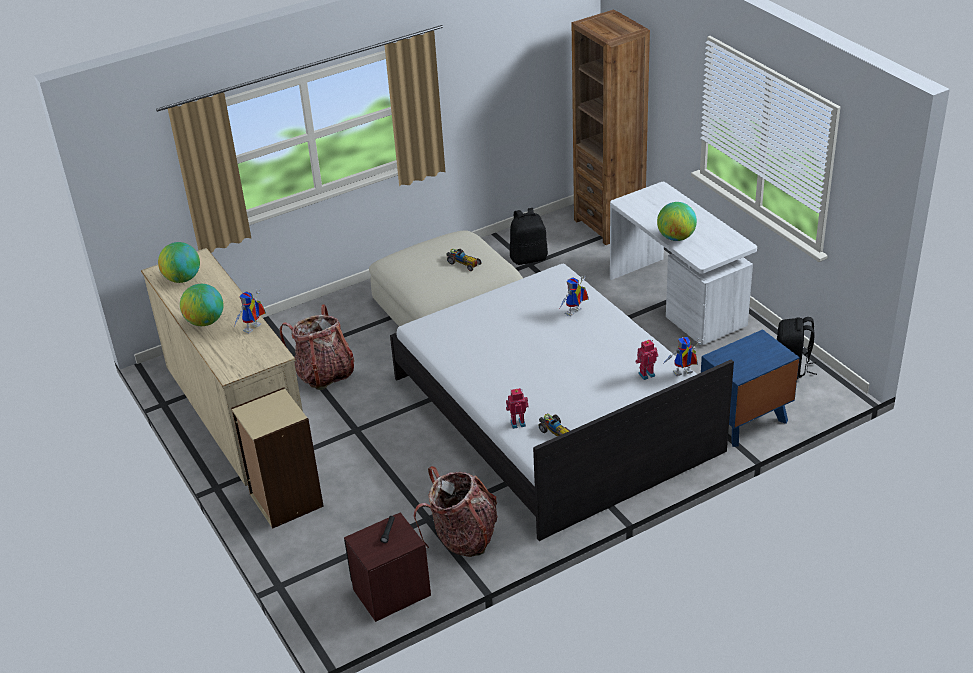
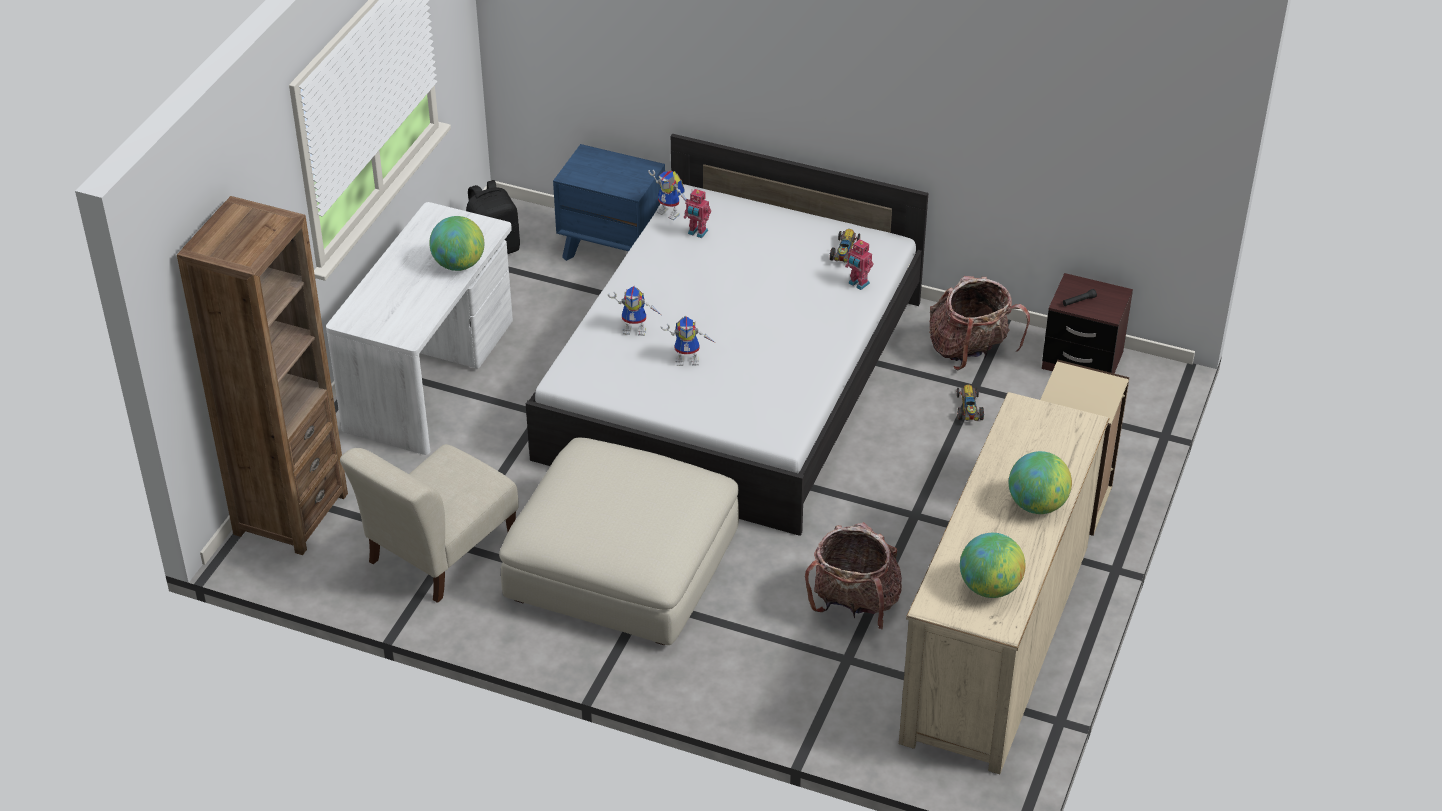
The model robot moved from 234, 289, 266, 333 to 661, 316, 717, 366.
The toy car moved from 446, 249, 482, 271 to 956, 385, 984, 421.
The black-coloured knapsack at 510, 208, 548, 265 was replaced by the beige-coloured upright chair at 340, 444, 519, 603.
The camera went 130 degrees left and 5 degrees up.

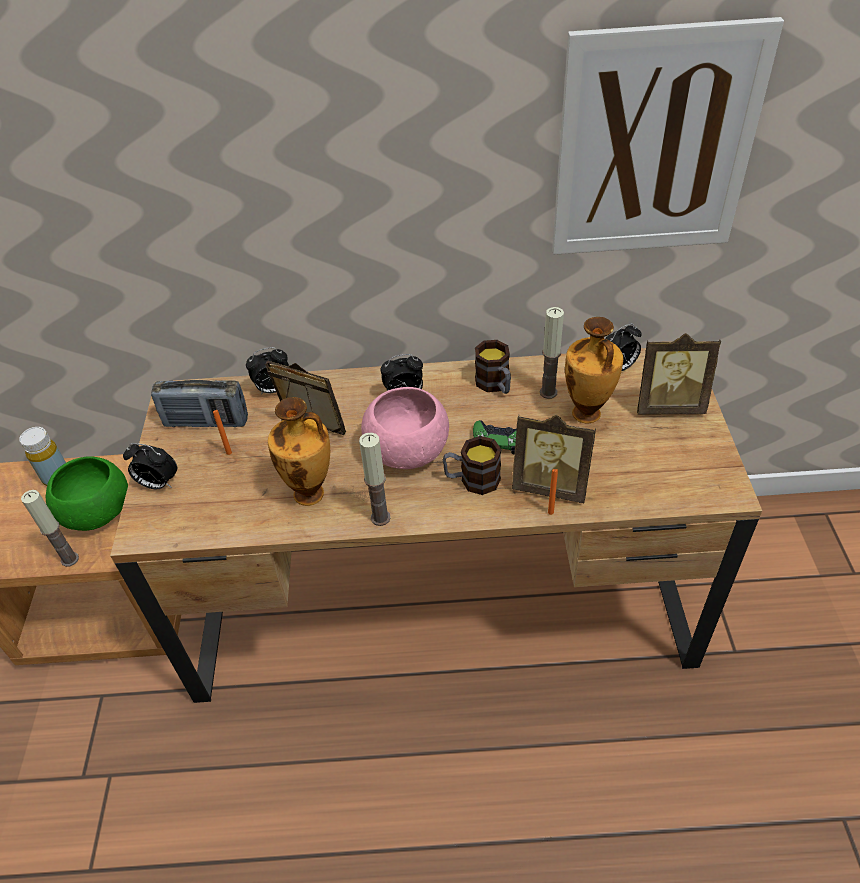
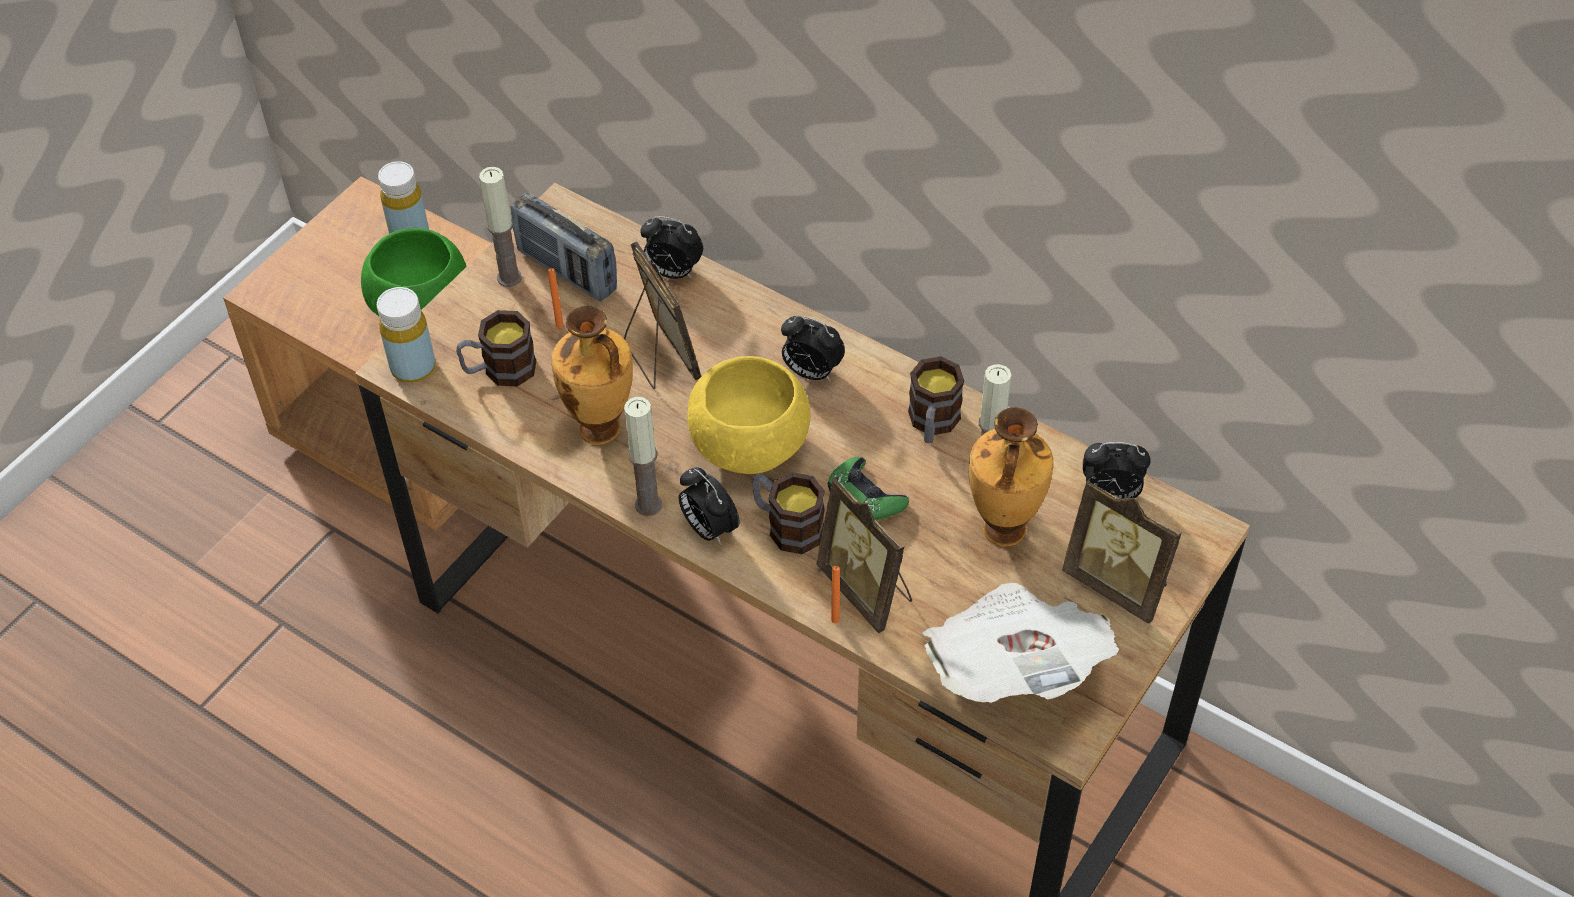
The picture at 552, 17, 784, 255 disappeared.
The yellowish bottle at 377, 287, 436, 383 appeared.
The tea mug at 456, 310, 537, 386 appeared.
The printed paper at 923, 583, 1119, 703 appeared.
The wax light moved from 21, 490, 79, 567 to 479, 167, 522, 287.
The table clock moved from 123, 443, 177, 489 to 679, 468, 740, 545.
The pink serving bowl at 361, 387, 449, 469 became the yellowish serving bowl at 687, 356, 811, 474.
The camera went 35 degrees right and 5 degrees up.

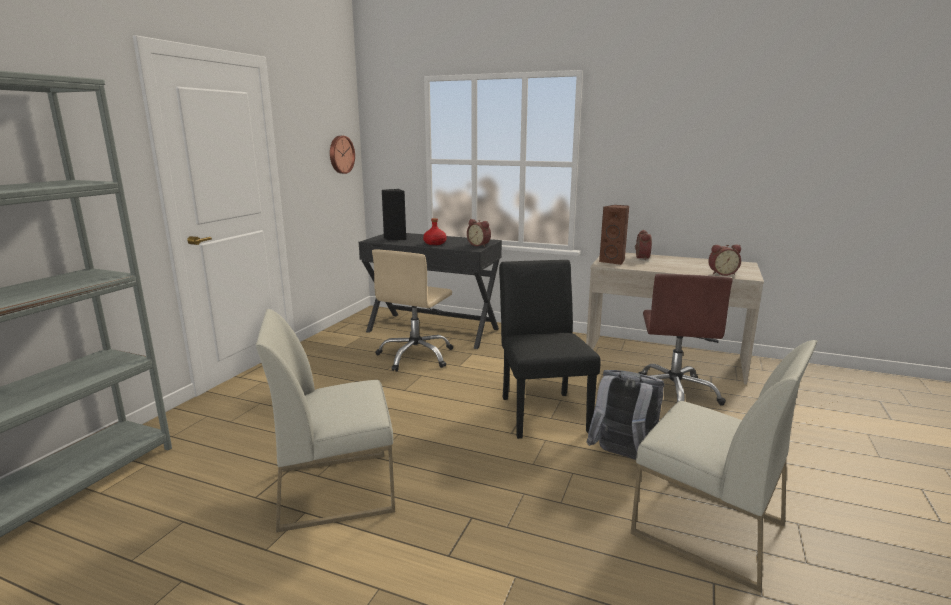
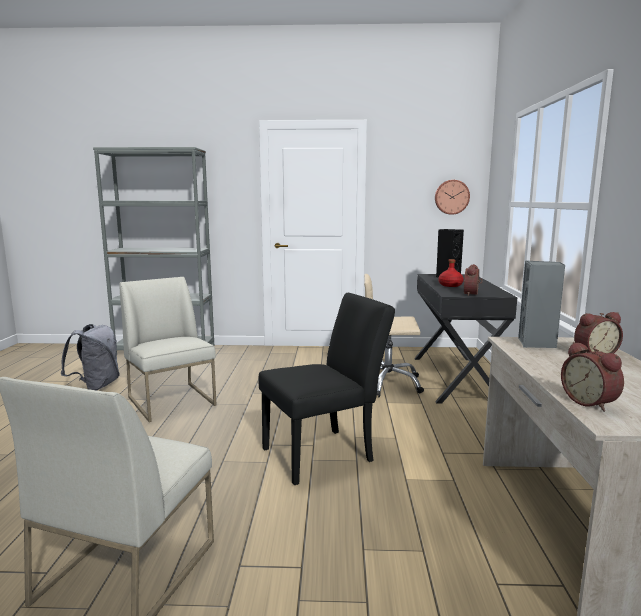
The brown desk chair at 638, 274, 733, 406 disappeared.
The gray knapsack moved from 586, 370, 665, 460 to 61, 324, 120, 391.
The brown audio speaker at 599, 205, 629, 265 became the gray audio speaker at 518, 260, 565, 348.
The camera went 70 degrees right and 5 degrees down.

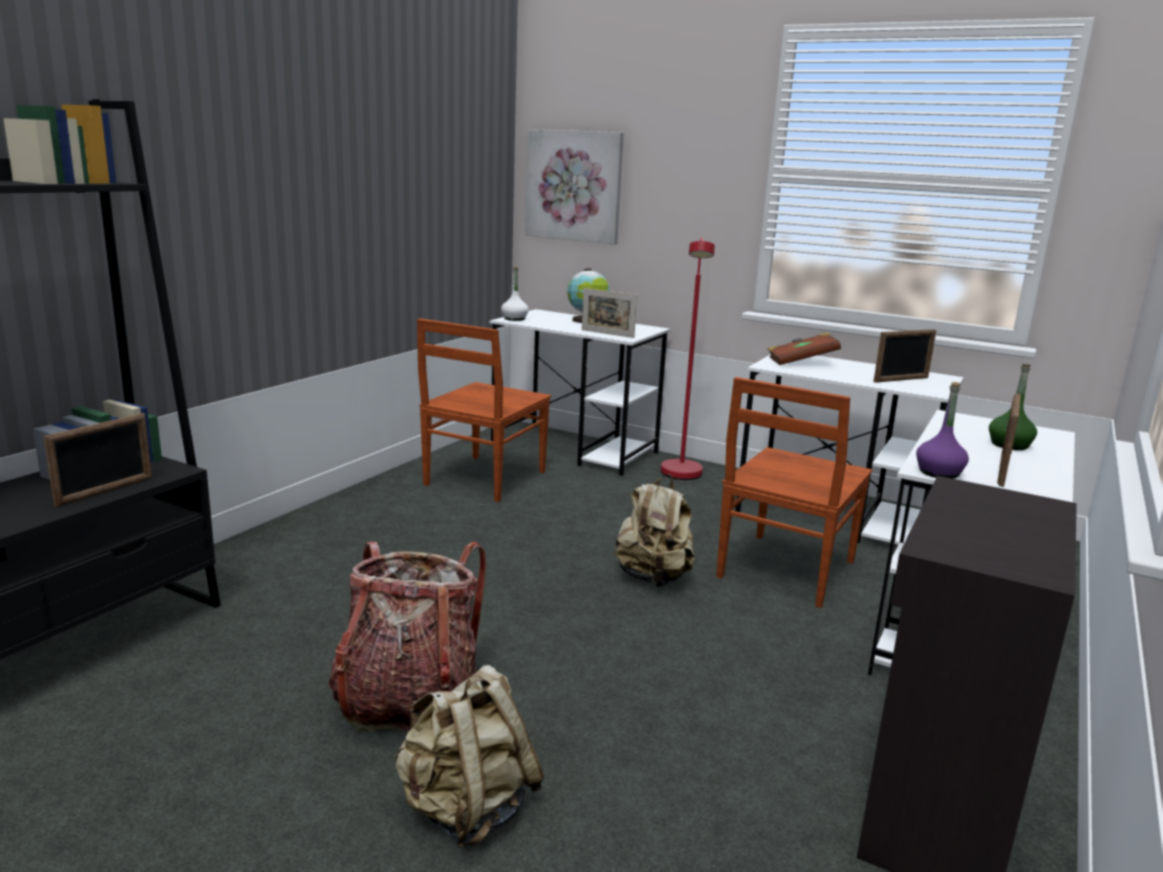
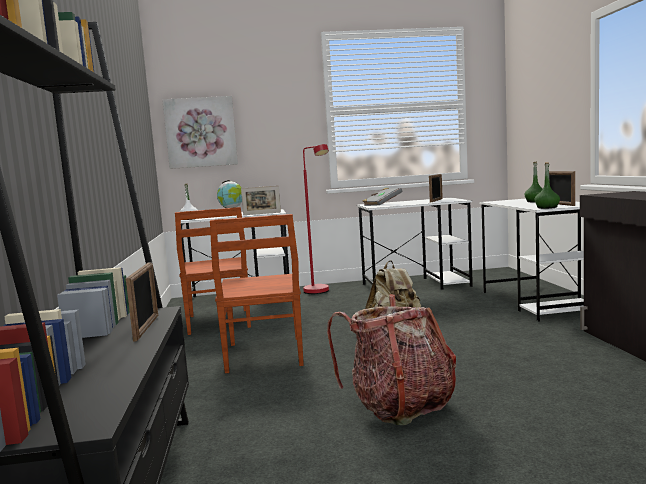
The beige-coloured knapsack at 394, 665, 544, 848 disappeared.
The brown upright chair moved from 716, 377, 872, 608 to 210, 214, 304, 373.
The brown bound book at 768, 332, 841, 365 became the gray bound book at 363, 188, 402, 206.
The purplish bottle at 916, 382, 969, 479 became the greenish bottle at 534, 162, 560, 209.
The camera went 35 degrees left and 10 degrees down.

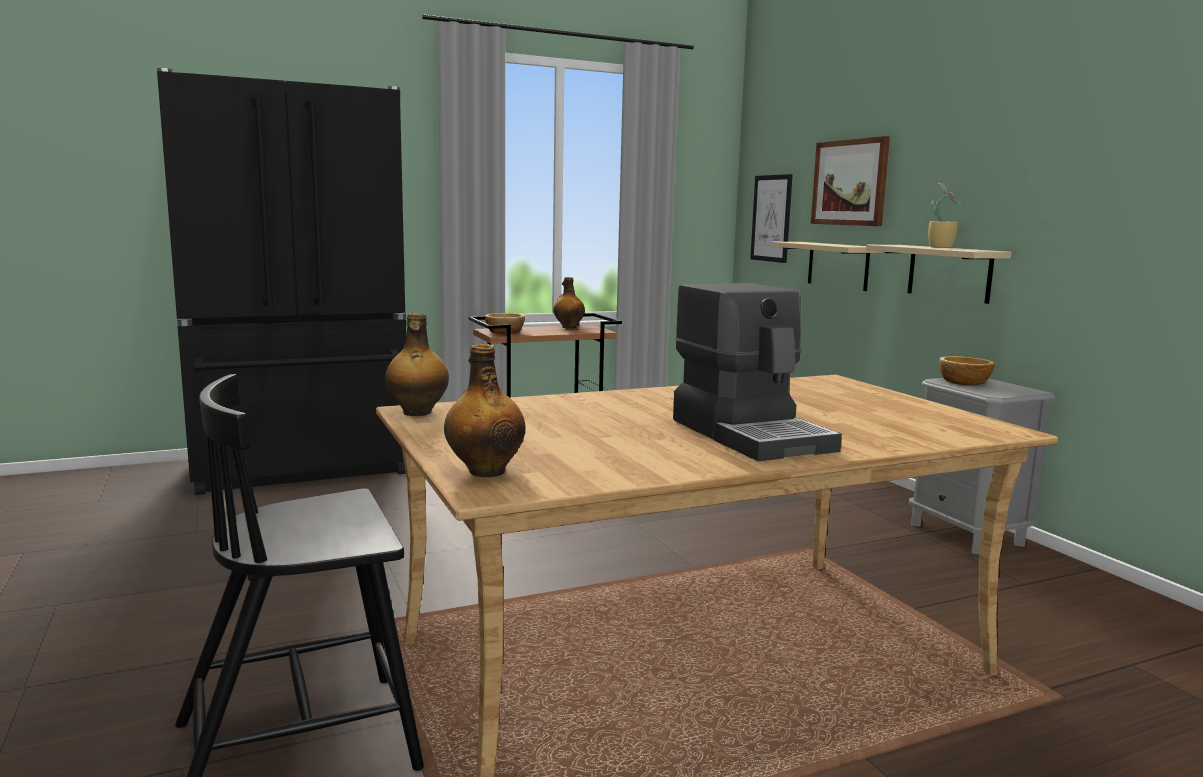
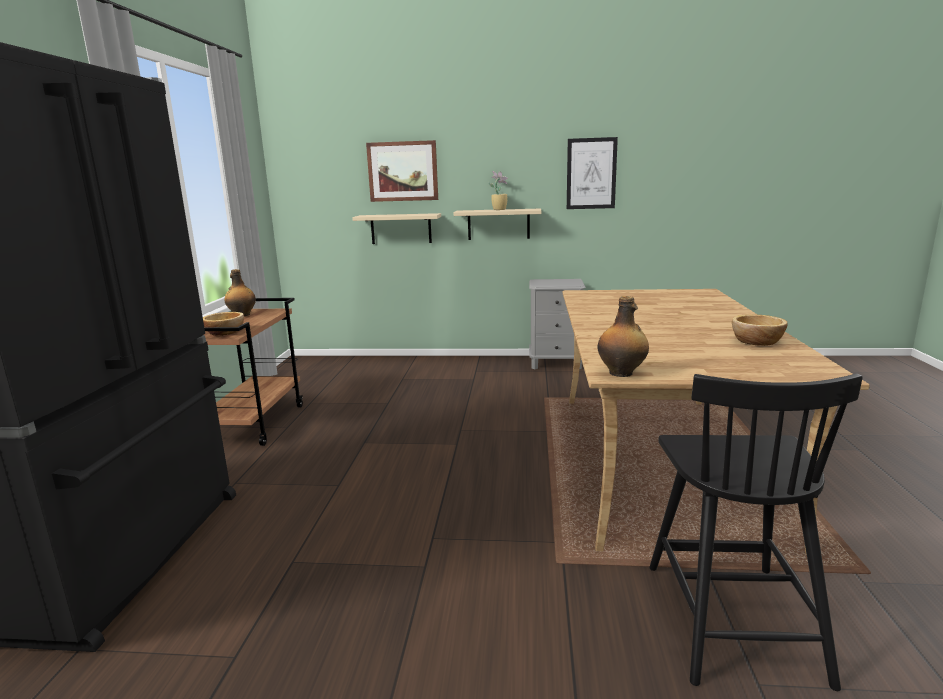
The bottle at 444, 344, 526, 477 disappeared.
The coffee brewer at 673, 283, 842, 461 disappeared.
The picture moved from 750, 174, 793, 263 to 567, 137, 618, 209.
The serving bowl moved from 939, 356, 995, 385 to 732, 314, 788, 346.
The camera went 60 degrees left and 5 degrees up.

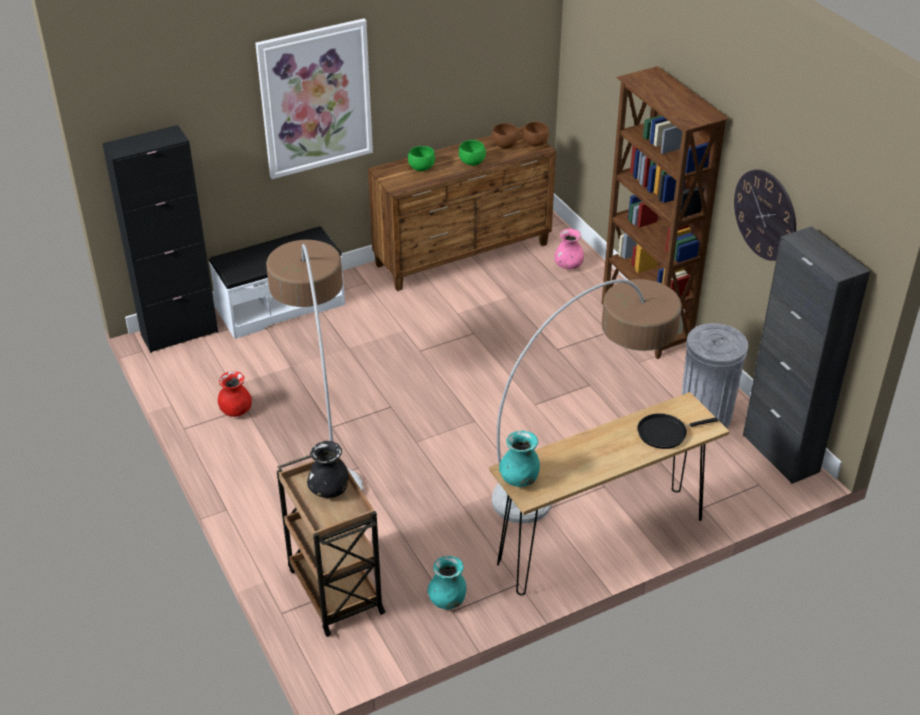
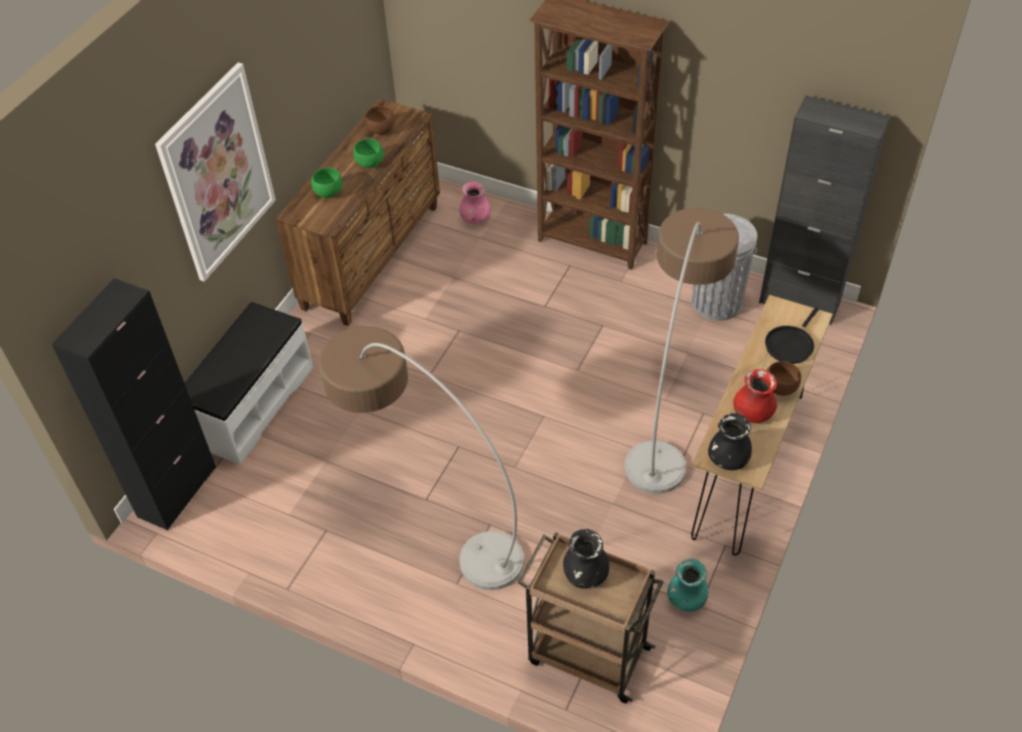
The wall clock at 734, 169, 796, 261 disappeared.
The reddish vase moved from 218, 371, 252, 417 to 733, 369, 777, 423.
The brown serving bowl moved from 523, 122, 549, 146 to 767, 361, 801, 396.
The turquoise-coloured vase at 499, 431, 540, 487 became the black-coloured vase at 708, 413, 752, 470.
The camera went 35 degrees left and 10 degrees up.

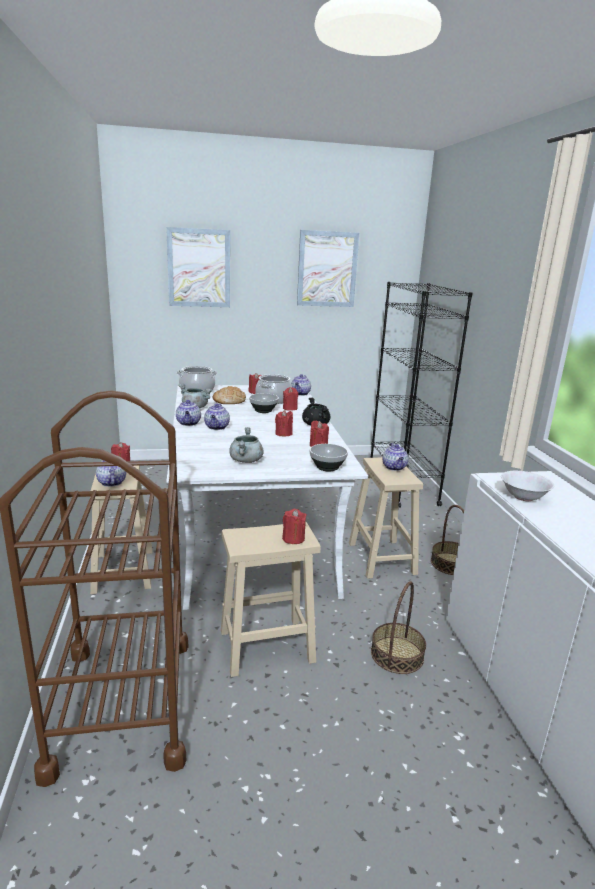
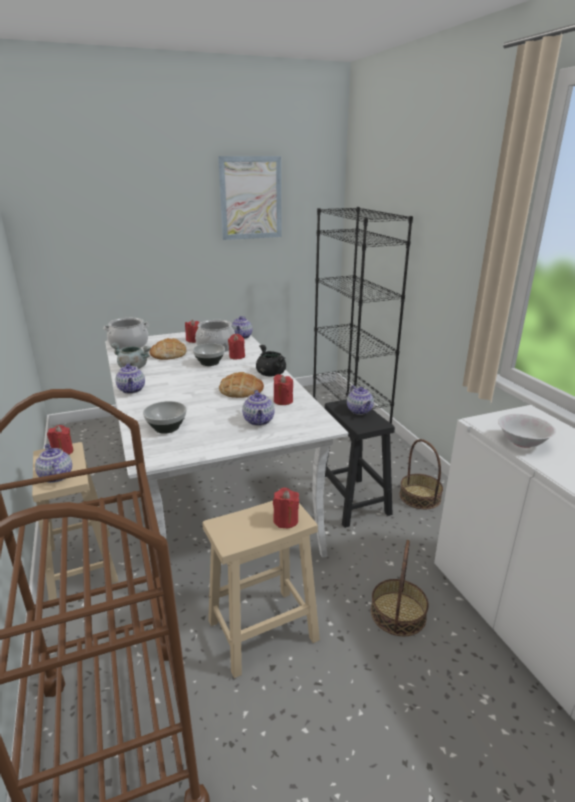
The picture at 166, 227, 230, 307 disappeared.
The gray stockpot at 229, 427, 264, 463 disappeared.
The pot for tea moved from 204, 404, 230, 430 to 242, 390, 275, 426.
The serving bowl moved from 310, 444, 348, 472 to 143, 401, 187, 434.
The reddish wax light at 275, 410, 293, 436 was replaced by the bakery bread at 219, 372, 264, 398.
The beige-coloured sitting stool at 349, 457, 423, 579 became the black-coloured sitting stool at 325, 399, 395, 528.
The camera went 10 degrees left and 5 degrees up.

